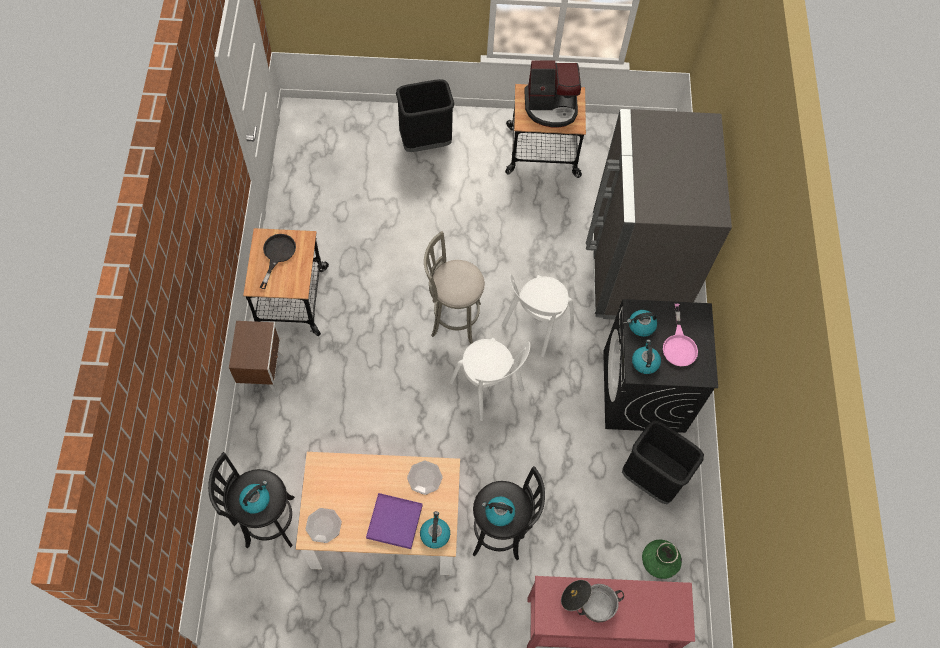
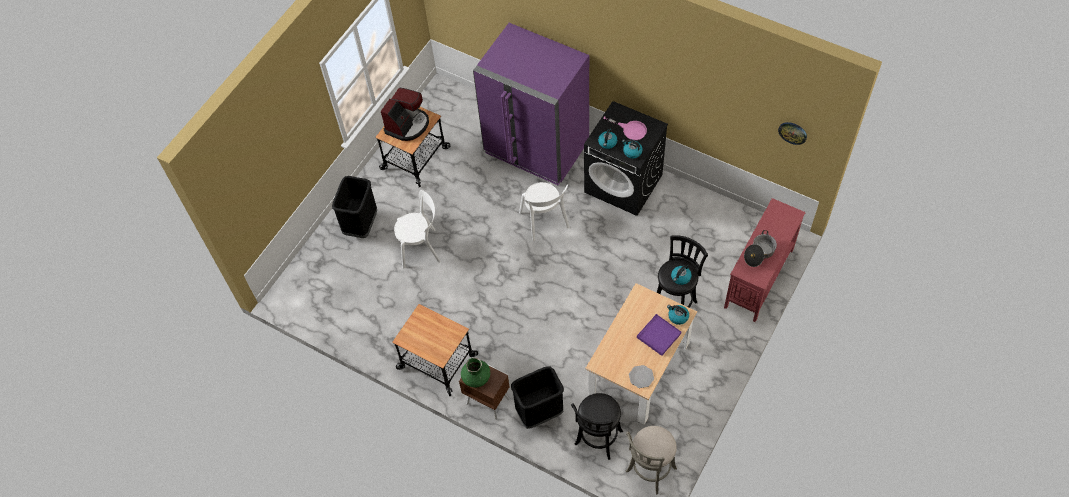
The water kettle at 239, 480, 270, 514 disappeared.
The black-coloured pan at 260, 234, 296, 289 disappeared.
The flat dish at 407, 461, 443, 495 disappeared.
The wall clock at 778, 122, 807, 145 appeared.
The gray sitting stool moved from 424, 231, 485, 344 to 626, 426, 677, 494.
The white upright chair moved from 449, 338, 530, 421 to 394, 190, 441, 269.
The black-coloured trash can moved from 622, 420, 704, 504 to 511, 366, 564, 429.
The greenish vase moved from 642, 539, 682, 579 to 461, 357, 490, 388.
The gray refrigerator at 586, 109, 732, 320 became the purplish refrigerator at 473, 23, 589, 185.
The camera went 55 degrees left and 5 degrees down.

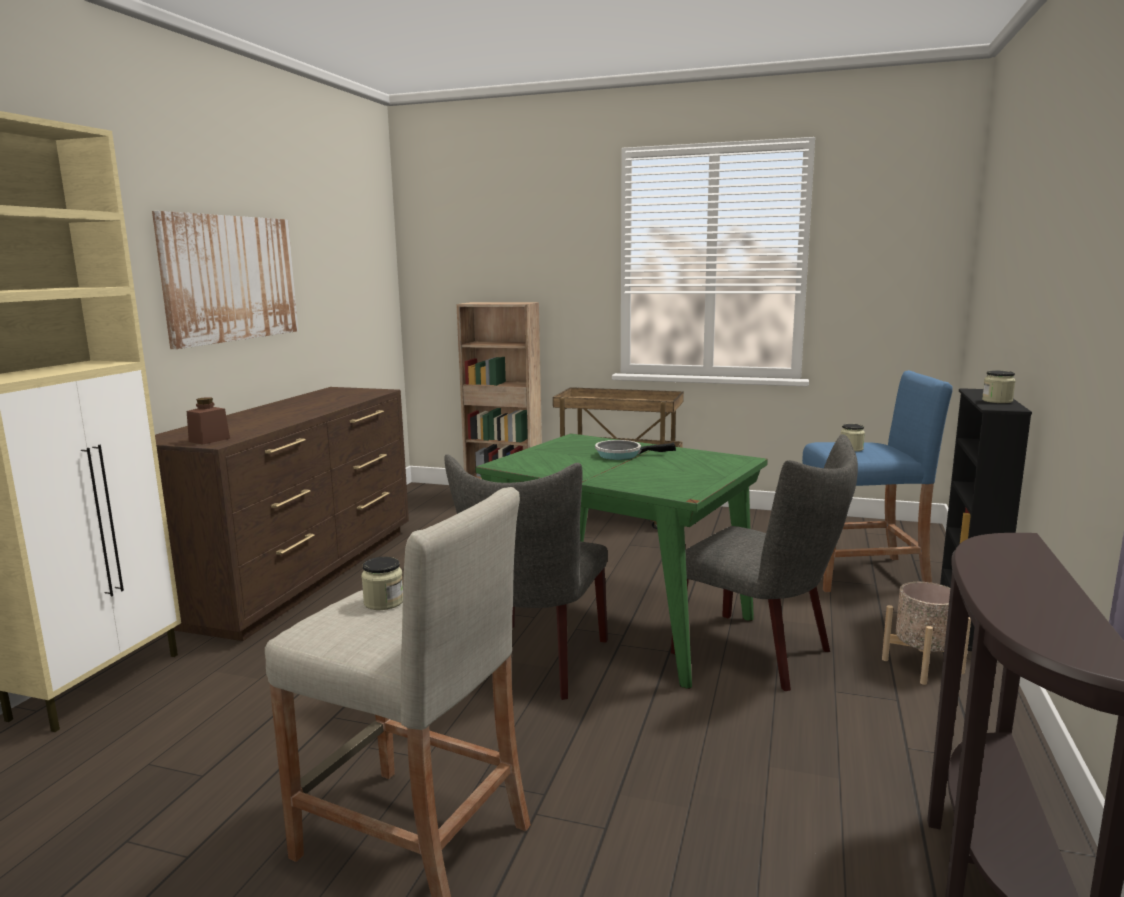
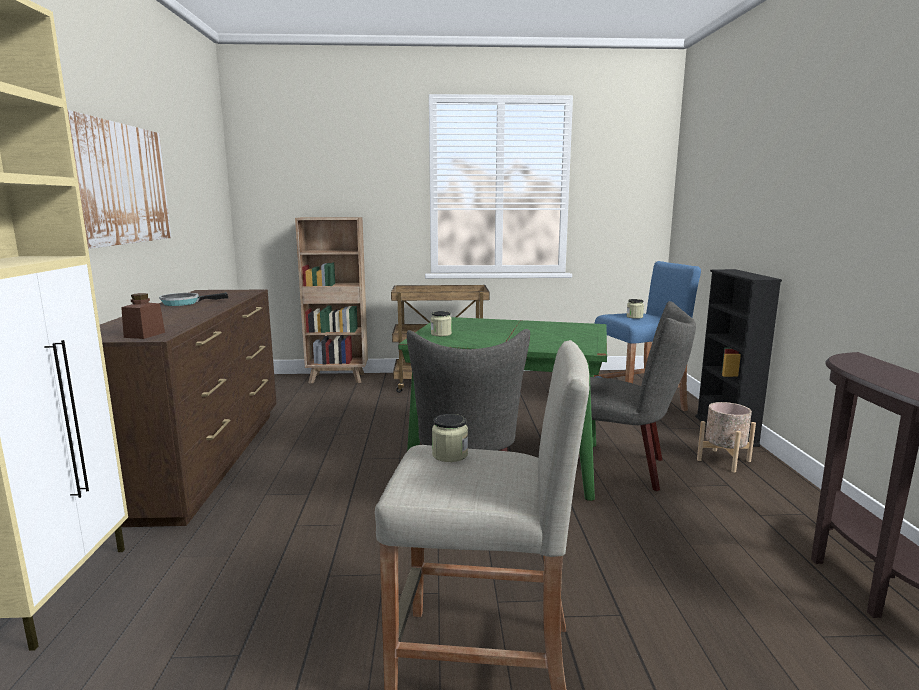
The pan moved from 595, 440, 676, 460 to 159, 292, 228, 306.
The preserve jar moved from 982, 370, 1016, 403 to 431, 311, 452, 336.
The camera went 20 degrees left and 0 degrees up.

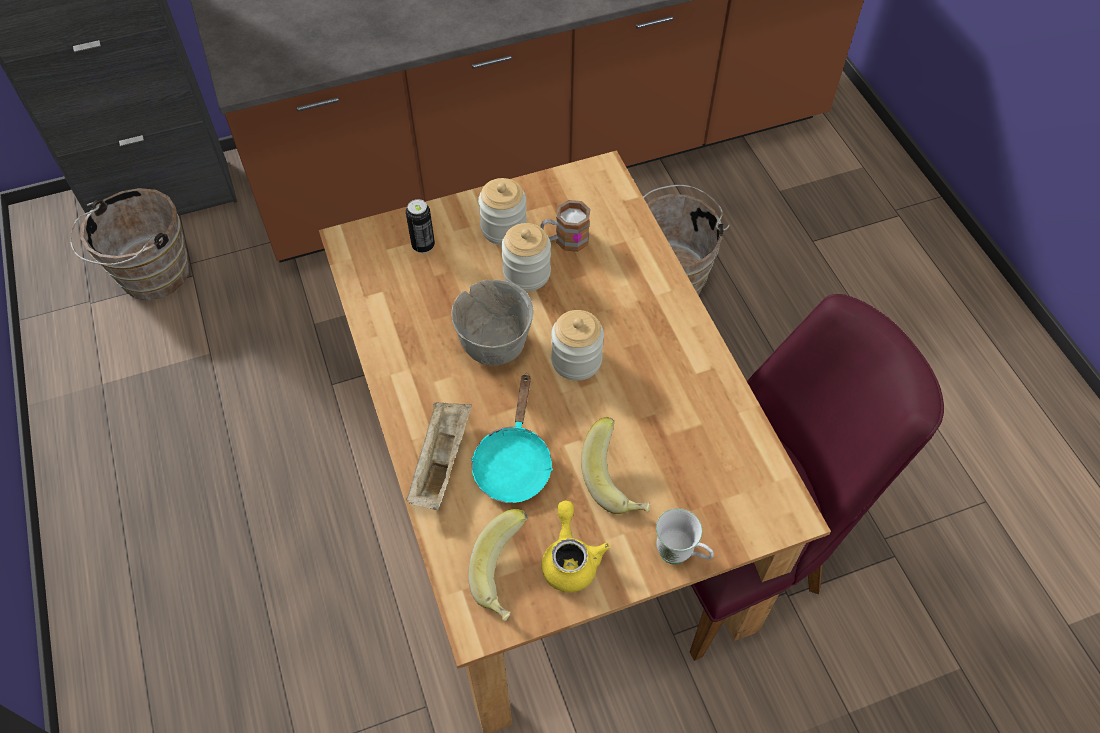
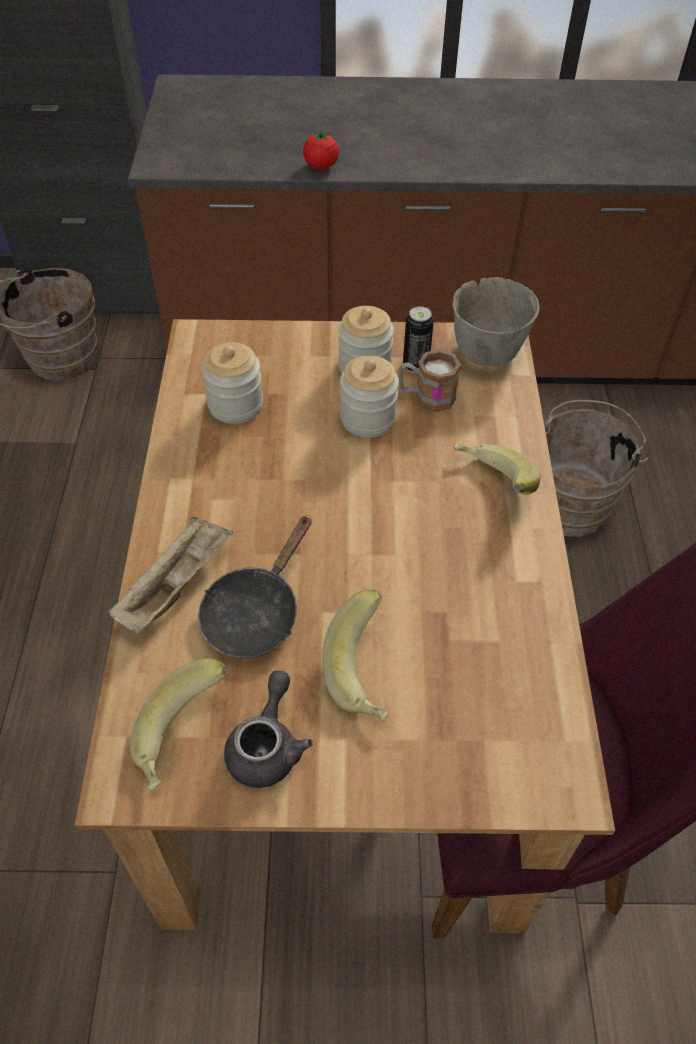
The white tea mug at 656, 508, 714, 564 disappeared.
The fresh tomato at 303, 130, 339, 169 appeared.
The banana fruit at 453, 443, 540, 495 appeared.
The metal can moved from 406, 199, 435, 253 to 403, 306, 434, 373.
The gray serving bowl moved from 451, 279, 533, 366 to 452, 277, 540, 366.
The preserve jar moved from 551, 310, 604, 381 to 202, 342, 263, 424.
The turquoise-coloured pan at 471, 373, 553, 503 became the black-coloured pan at 198, 515, 312, 658.
The yellowish pot for tea at 542, 501, 610, 593 became the gray pot for tea at 224, 670, 313, 788.
The camera went 20 degrees right and 5 degrees down.

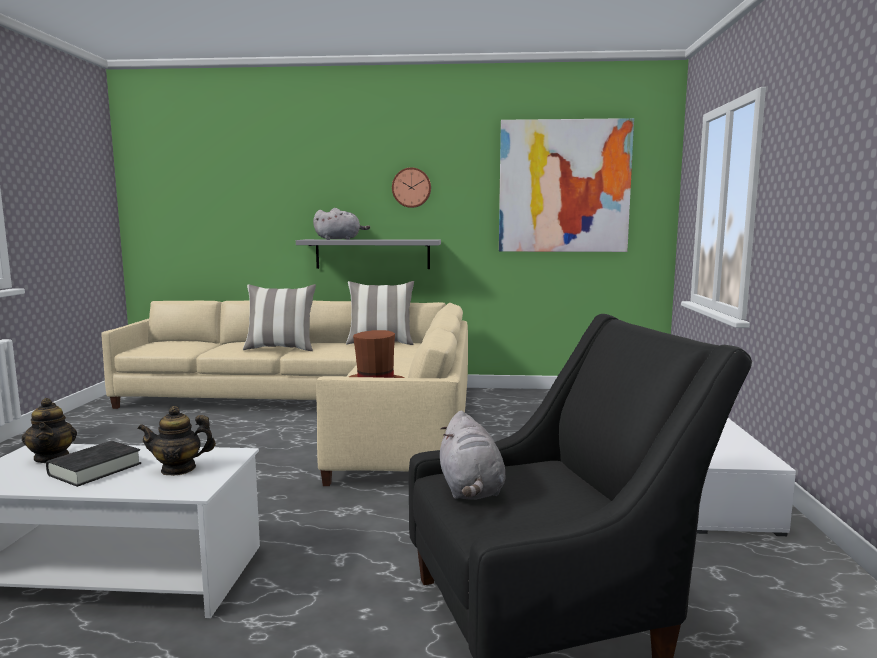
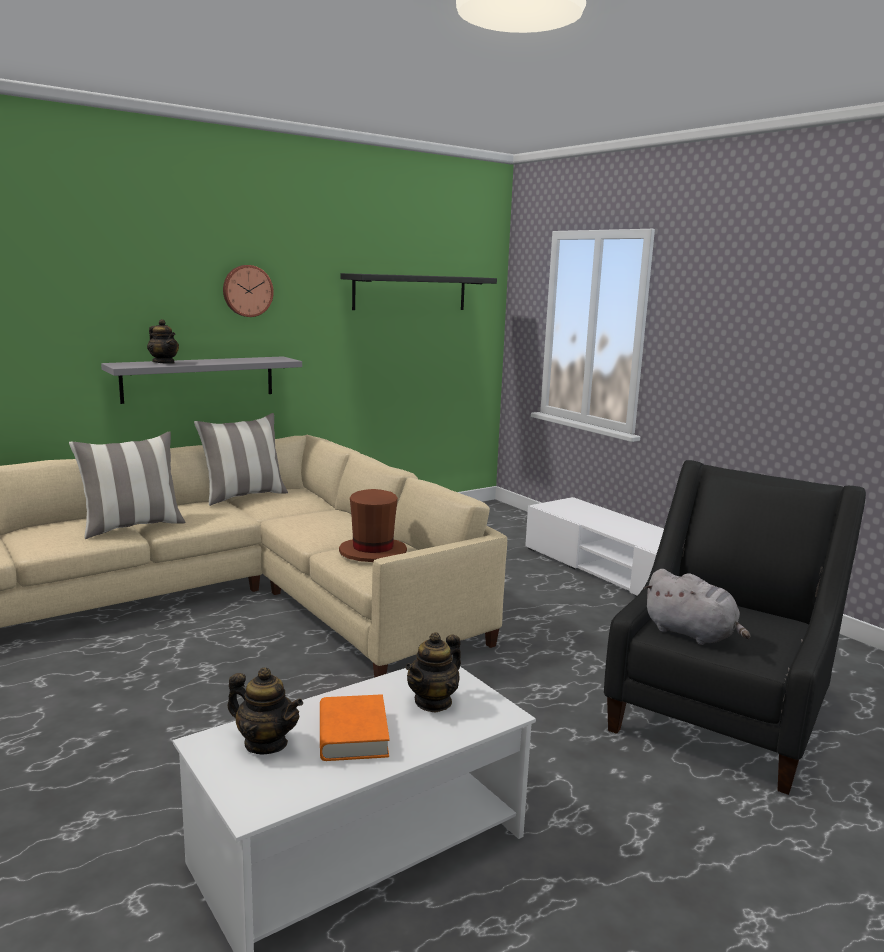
The gray cuddly toy at 313, 208, 370, 240 was replaced by the pot for tea at 147, 319, 179, 364.
The picture at 499, 118, 634, 252 was replaced by the black-coloured shelf at 341, 273, 497, 310.
The black-coloured bound book at 46, 441, 141, 487 became the orange bound book at 320, 694, 390, 761.
The camera went 40 degrees left and 5 degrees up.

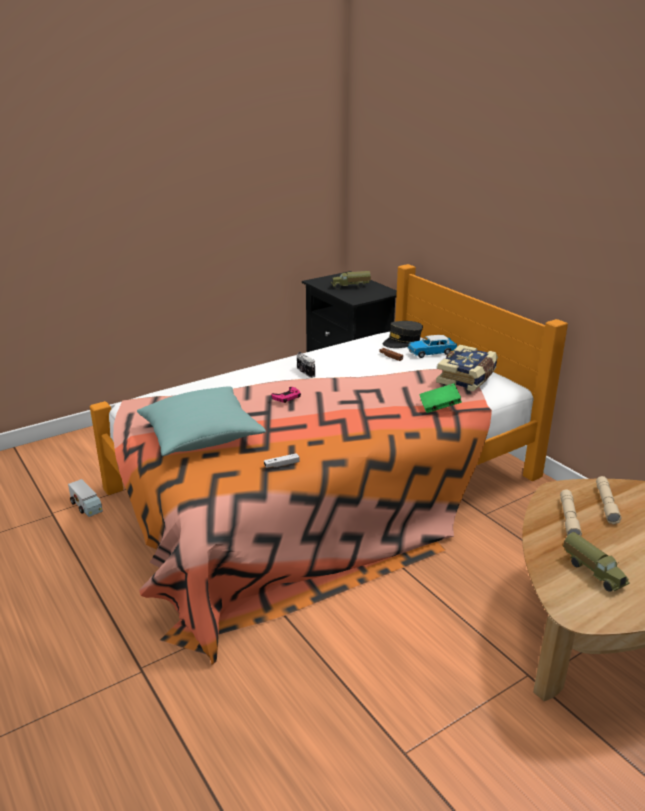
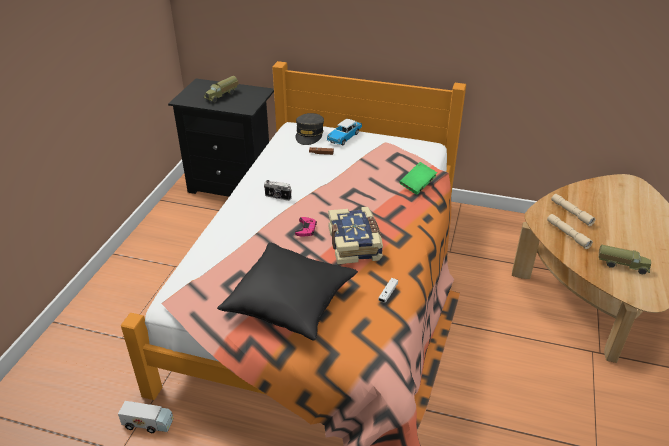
The bound book moved from 436, 345, 498, 392 to 328, 207, 383, 264.
The turquoise-coloured pillow at 137, 386, 266, 456 became the black-coloured pillow at 217, 243, 358, 340.
The camera went 40 degrees left and 10 degrees up.

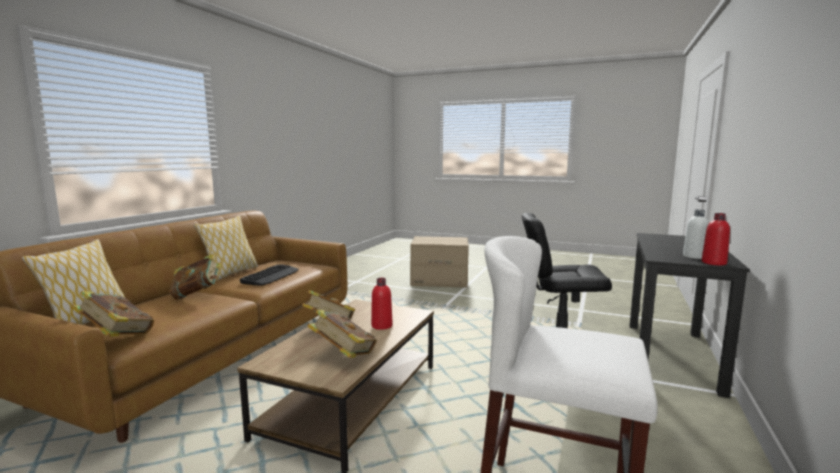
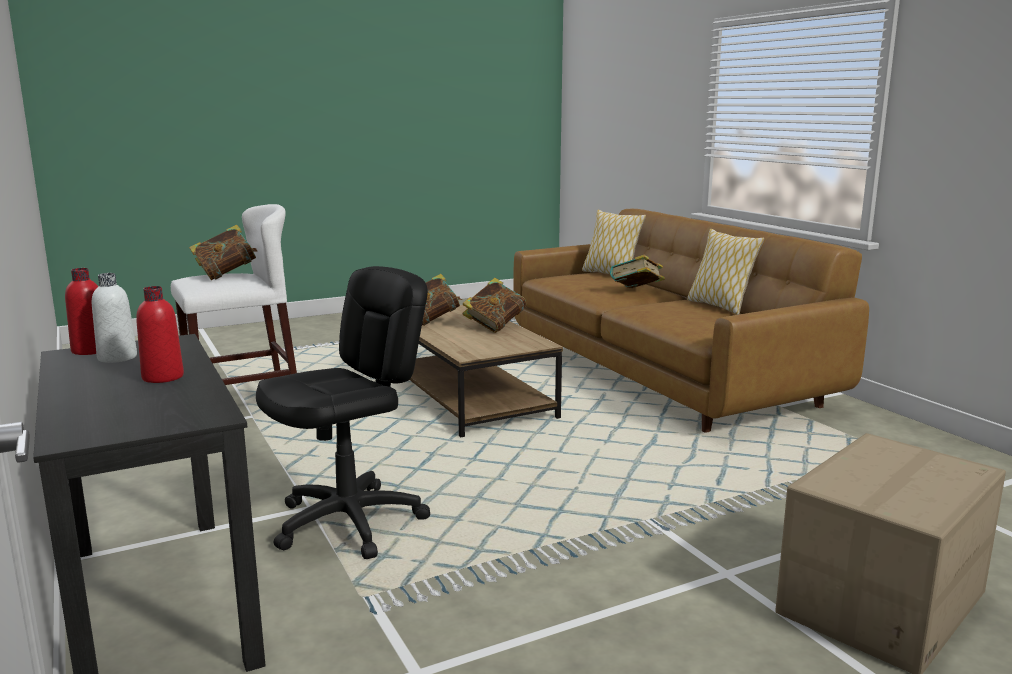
The keyboard at 240, 264, 299, 285 disappeared.
The bound book moved from 71, 291, 154, 337 to 189, 225, 258, 280.
The reddish bottle moved from 371, 278, 393, 330 to 136, 286, 184, 383.
The camera went 130 degrees right and 5 degrees up.

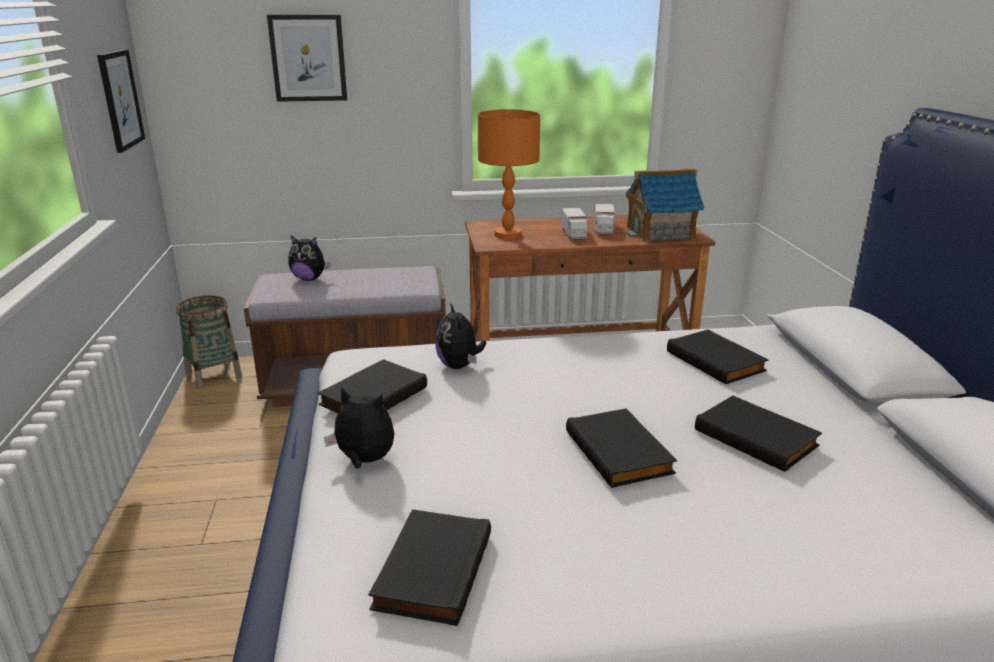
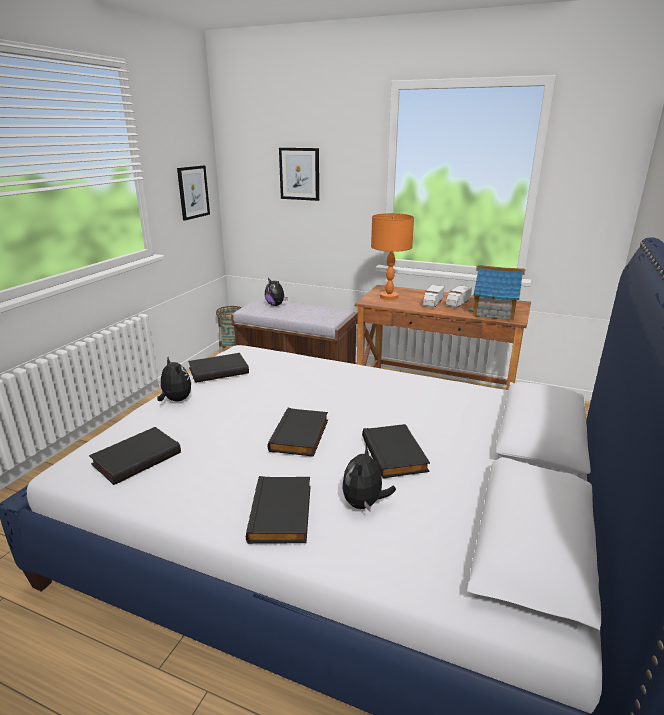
The cuddly toy moved from 436, 303, 486, 369 to 342, 445, 396, 511.
The black-coloured bound book moved from 667, 330, 769, 384 to 246, 476, 311, 544.
The camera went 30 degrees right and 0 degrees up.

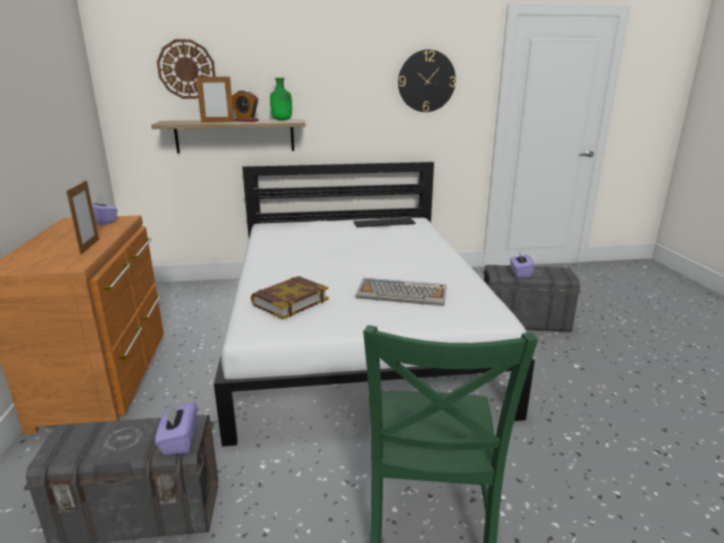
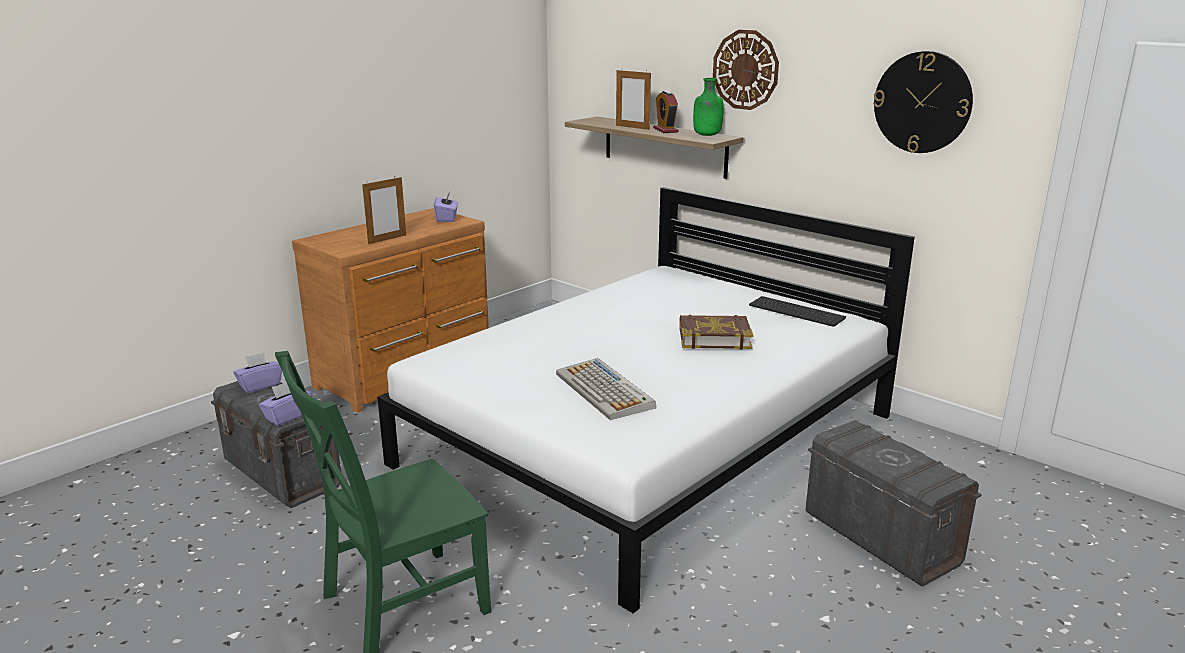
The wall clock moved from 157, 39, 215, 99 to 713, 30, 779, 110.
The bound book moved from 251, 276, 329, 319 to 679, 315, 753, 349.
The purplish box of tissues moved from 510, 252, 534, 278 to 233, 352, 282, 393.
The camera went 50 degrees right and 0 degrees up.

